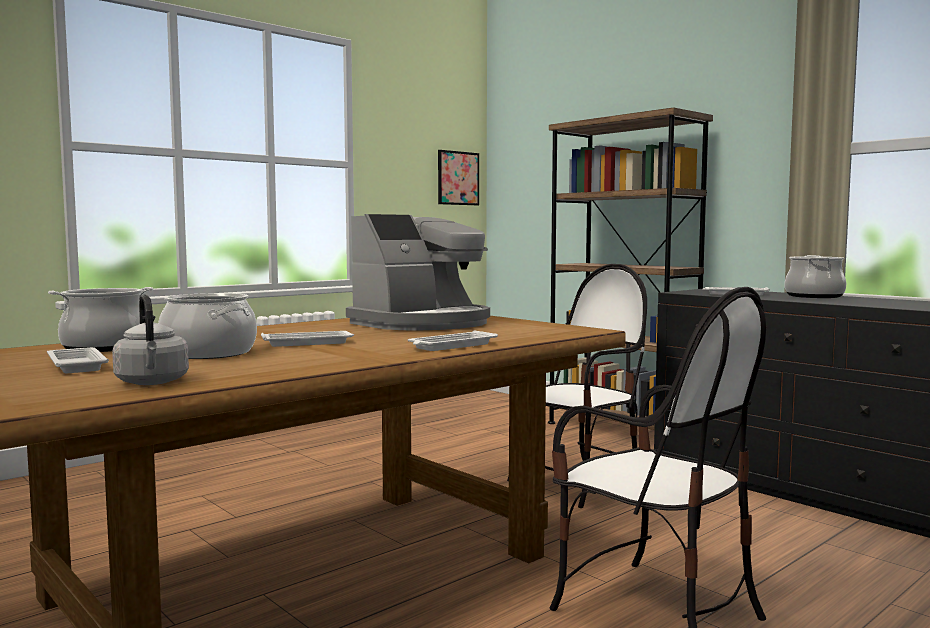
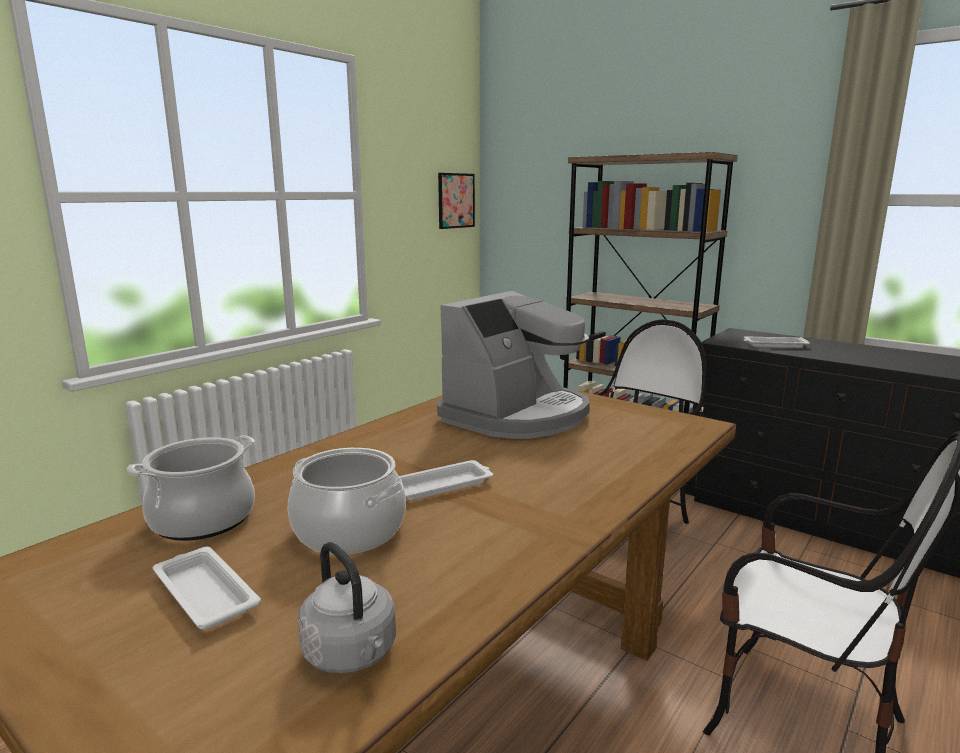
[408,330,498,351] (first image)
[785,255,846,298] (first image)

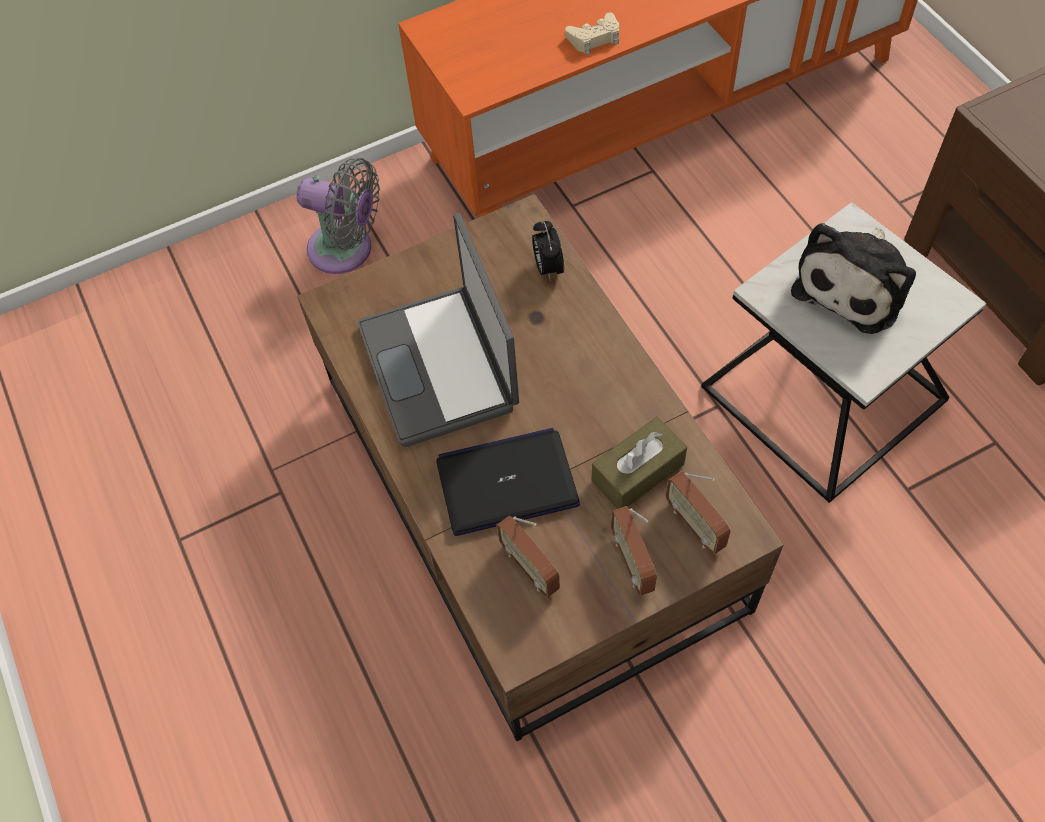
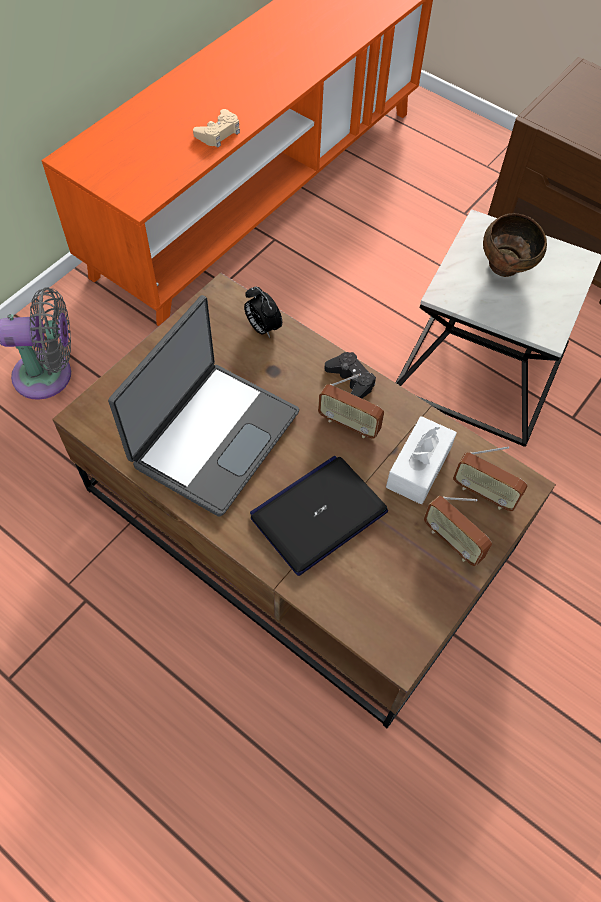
[324,352,376,398]
[318,374,384,439]
[483,213,547,277]
[386,416,457,504]
[108,295,299,517]

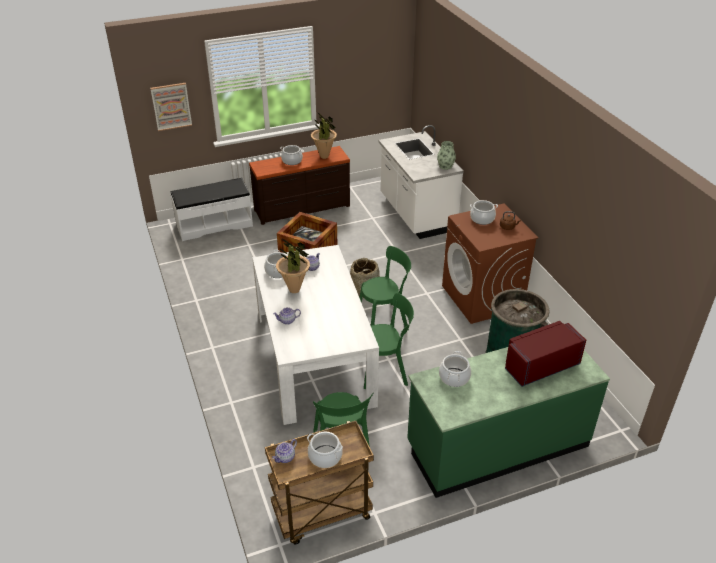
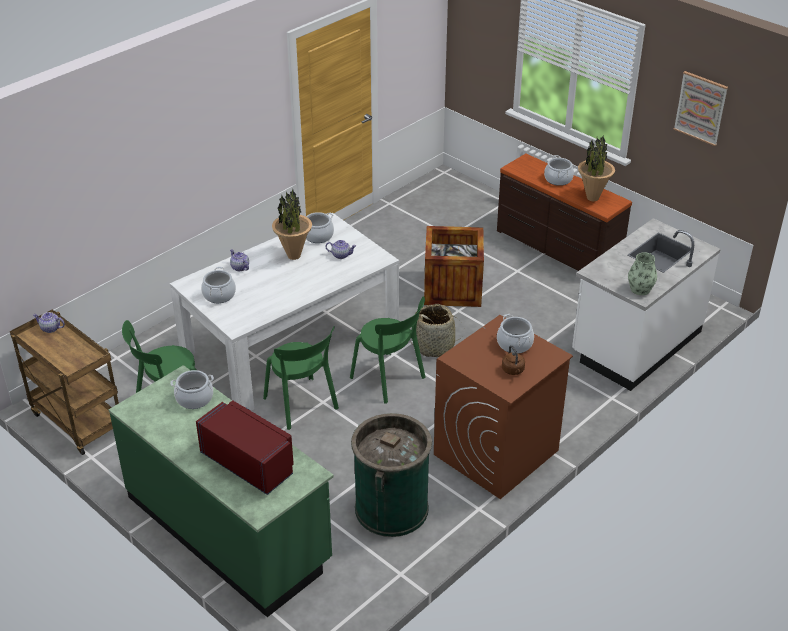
[171,178,253,241] (first image)
[673,71,728,146]
[201,267,236,303]

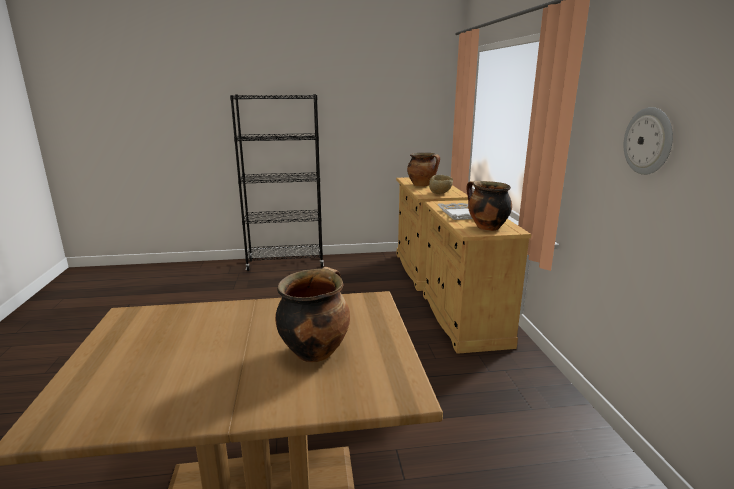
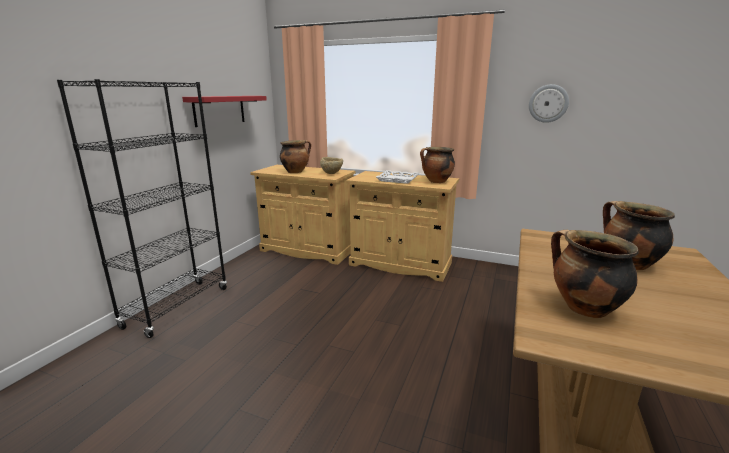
[182,96,267,127]
[551,230,639,318]

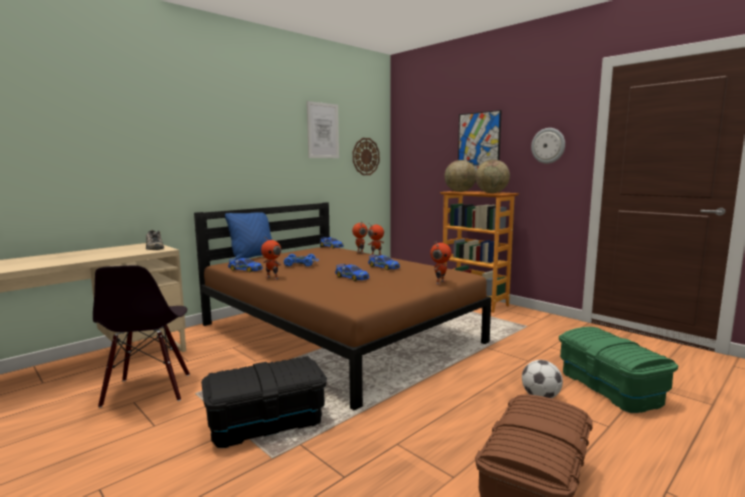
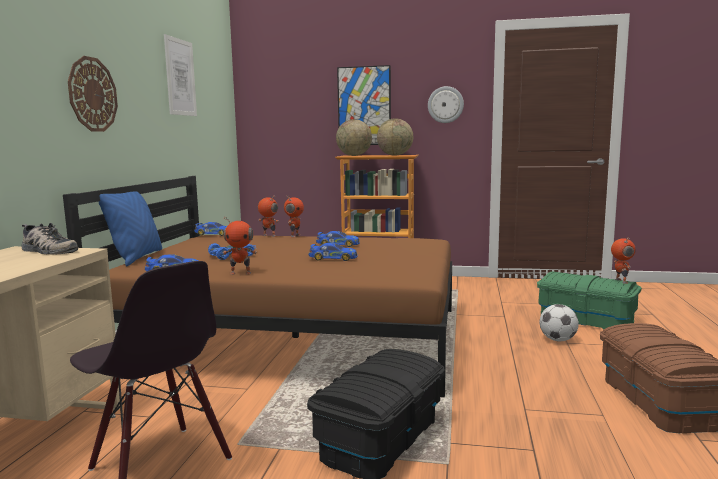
[68,56,118,132]
[611,237,636,284]

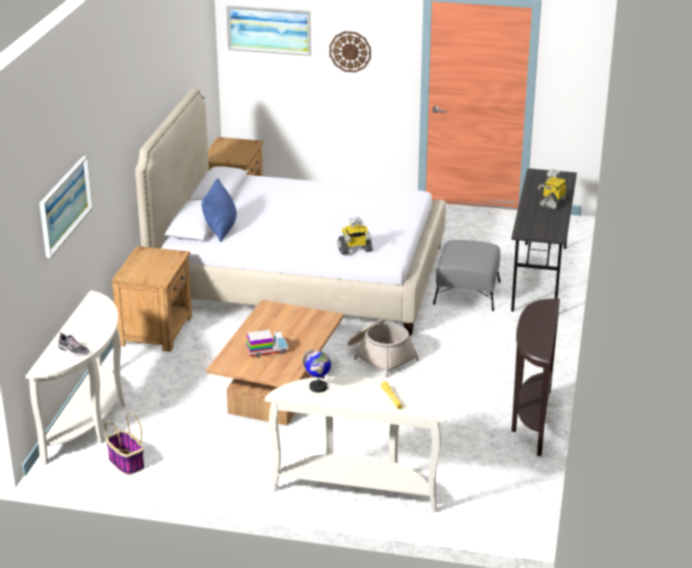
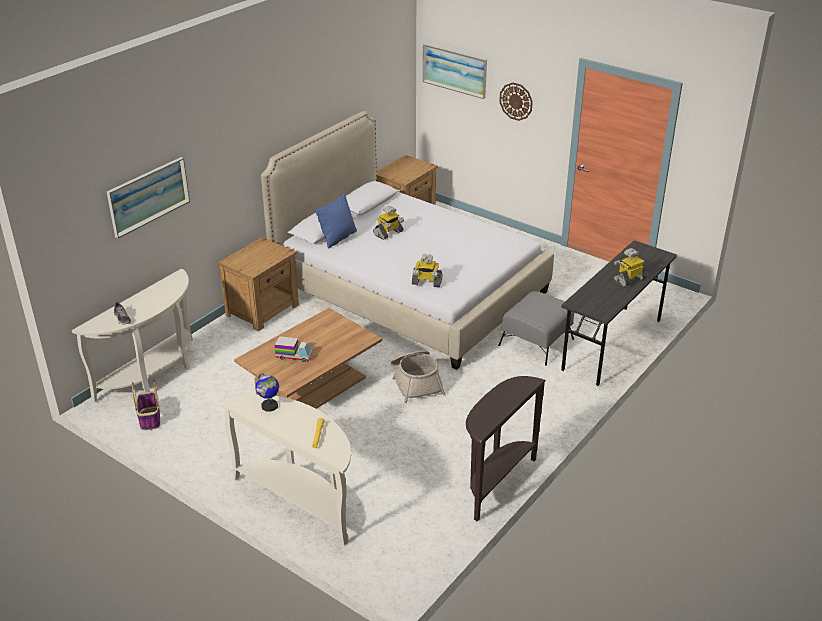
[373,206,404,240]

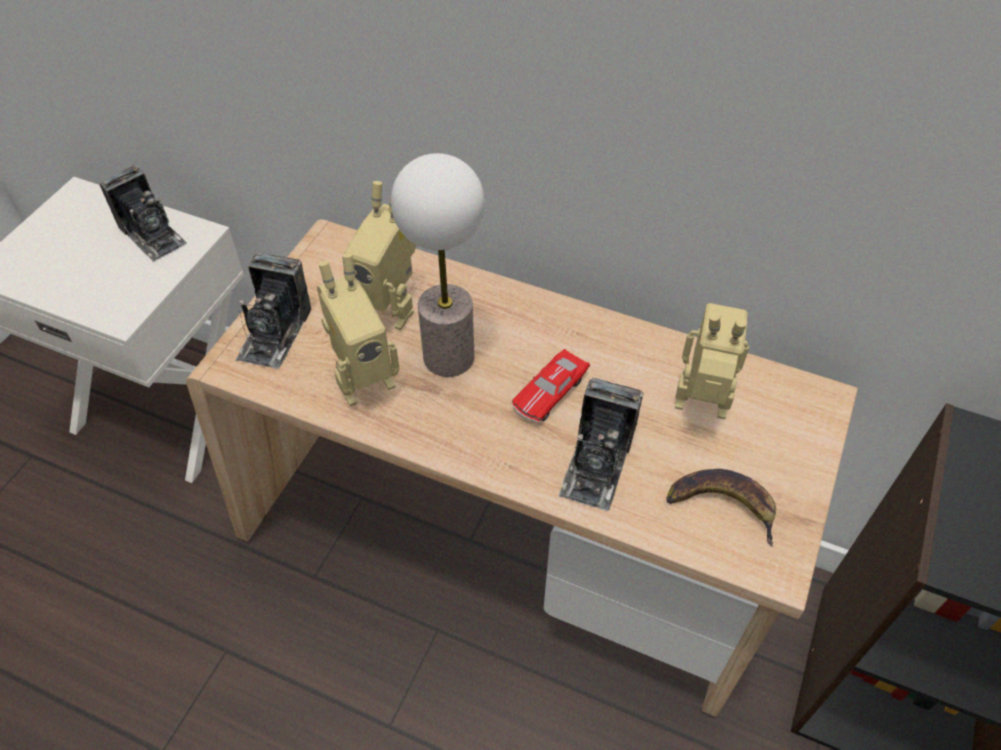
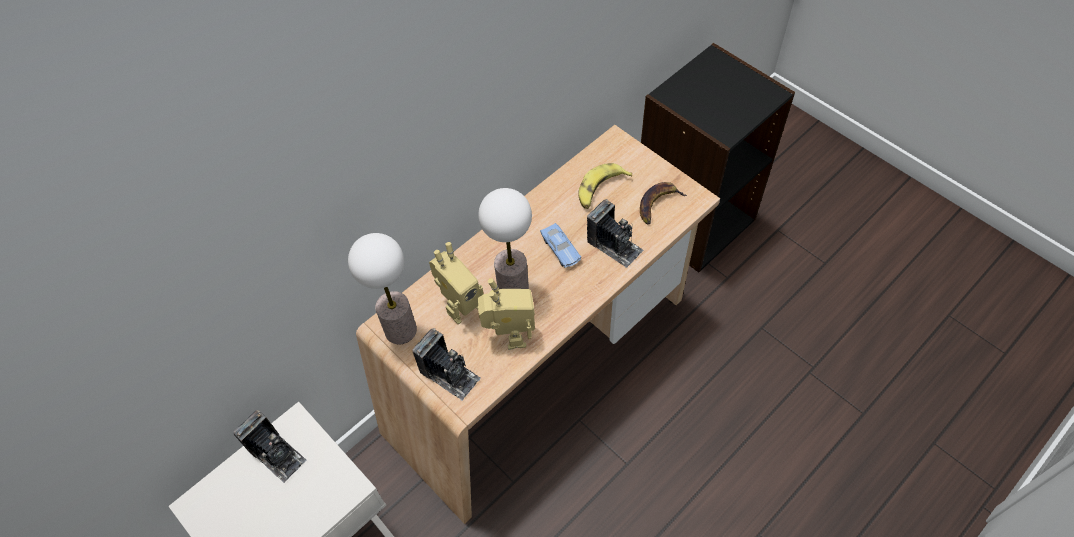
[348,233,417,344]
[578,163,632,209]
[540,223,581,268]
[234,410,306,483]

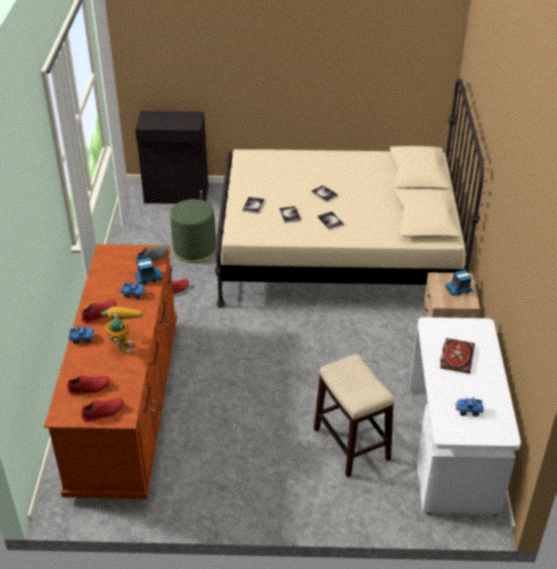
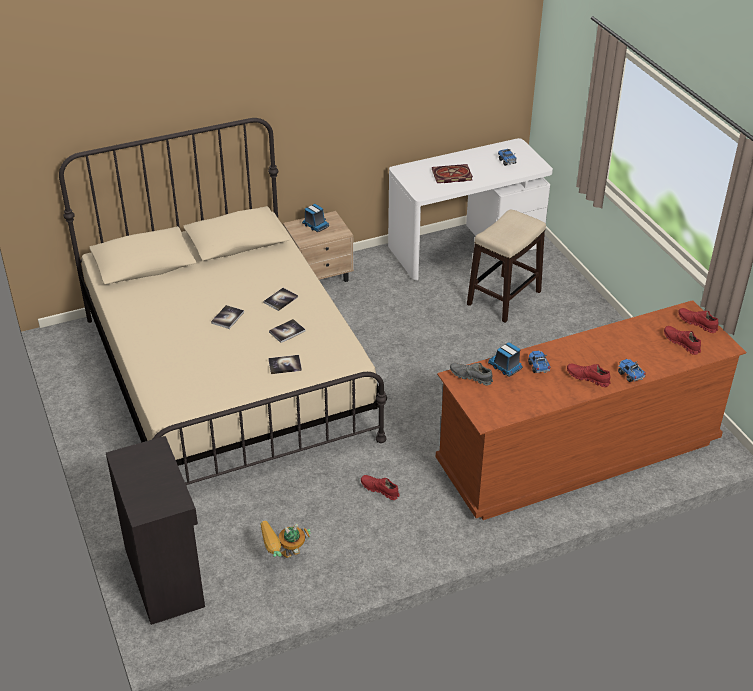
[170,199,216,263] (first image)
[260,521,311,558]

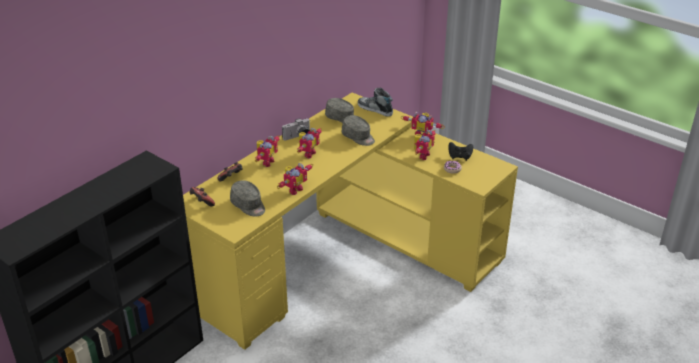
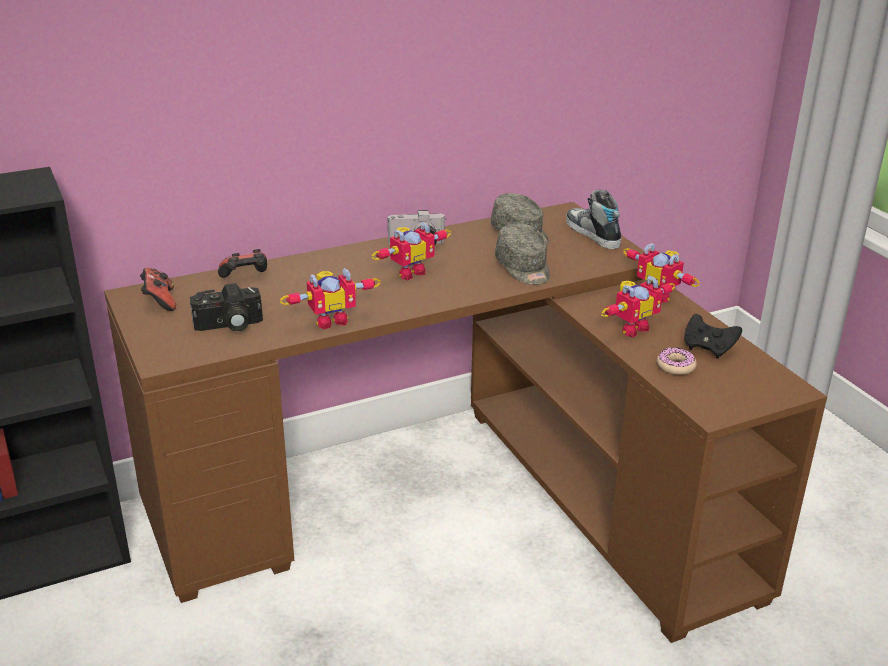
[255,135,280,167] (first image)
[190,283,263,331]
[104,202,827,643]

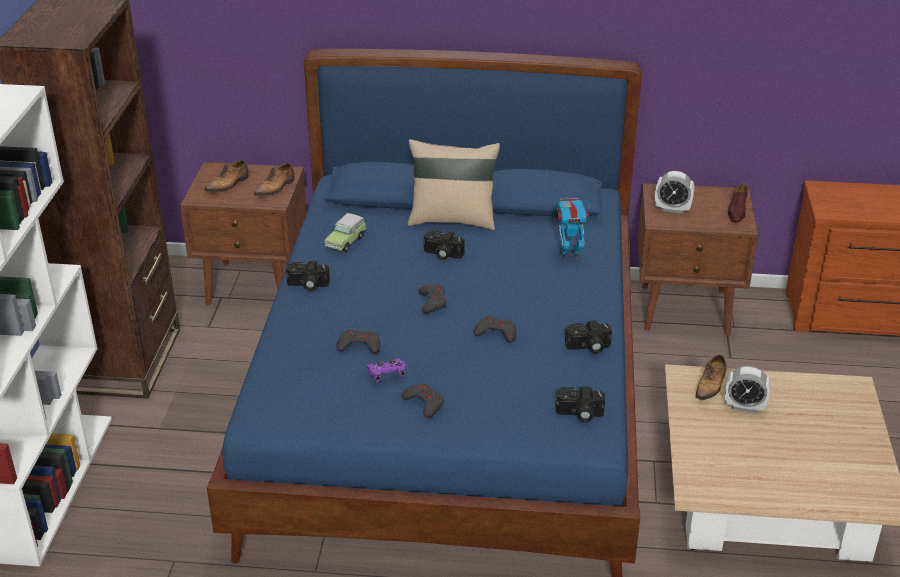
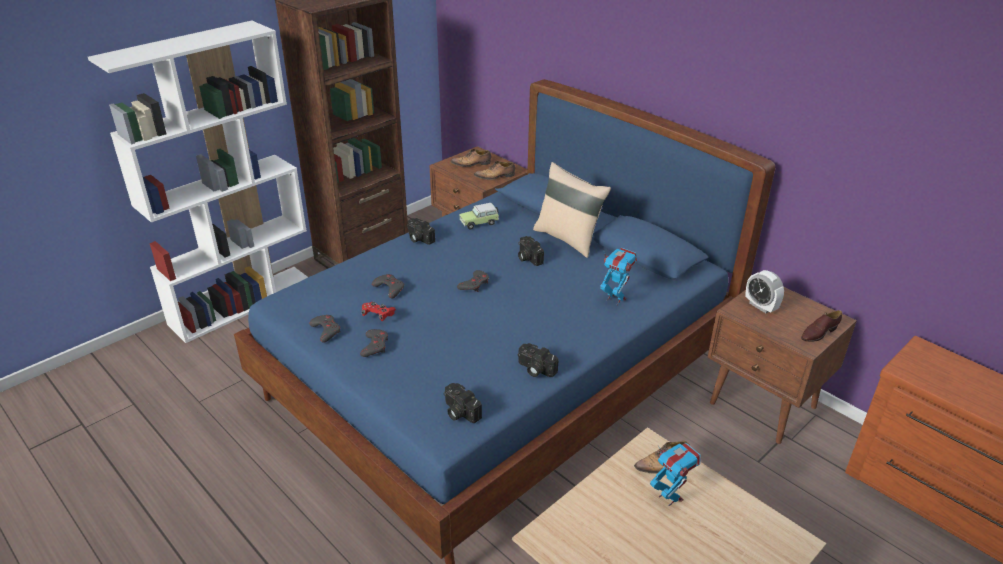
[309,315,340,343]
[650,443,700,506]
[362,302,396,321]

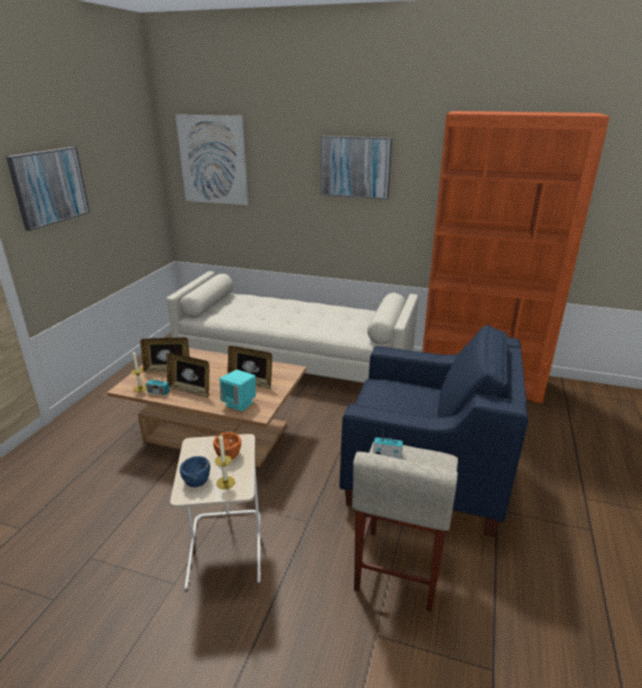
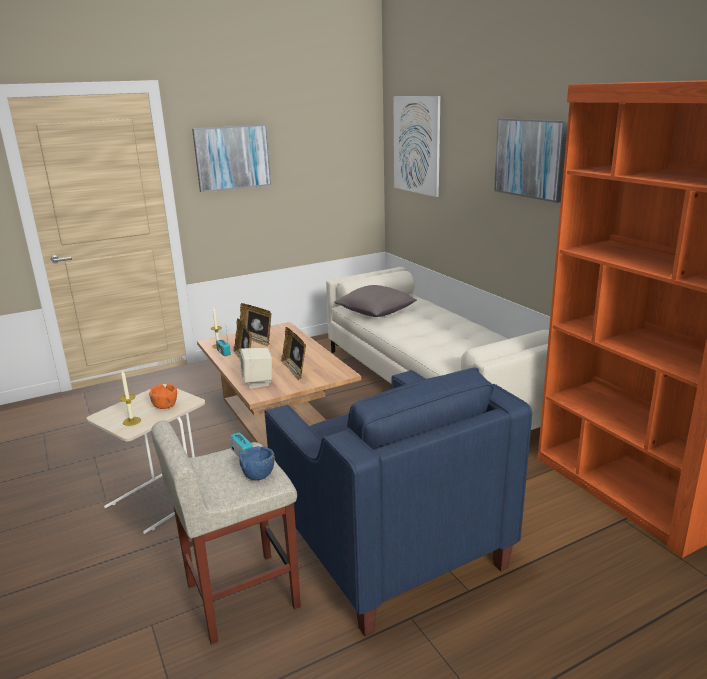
[334,285,417,317]
[239,446,275,480]
[240,348,272,389]

